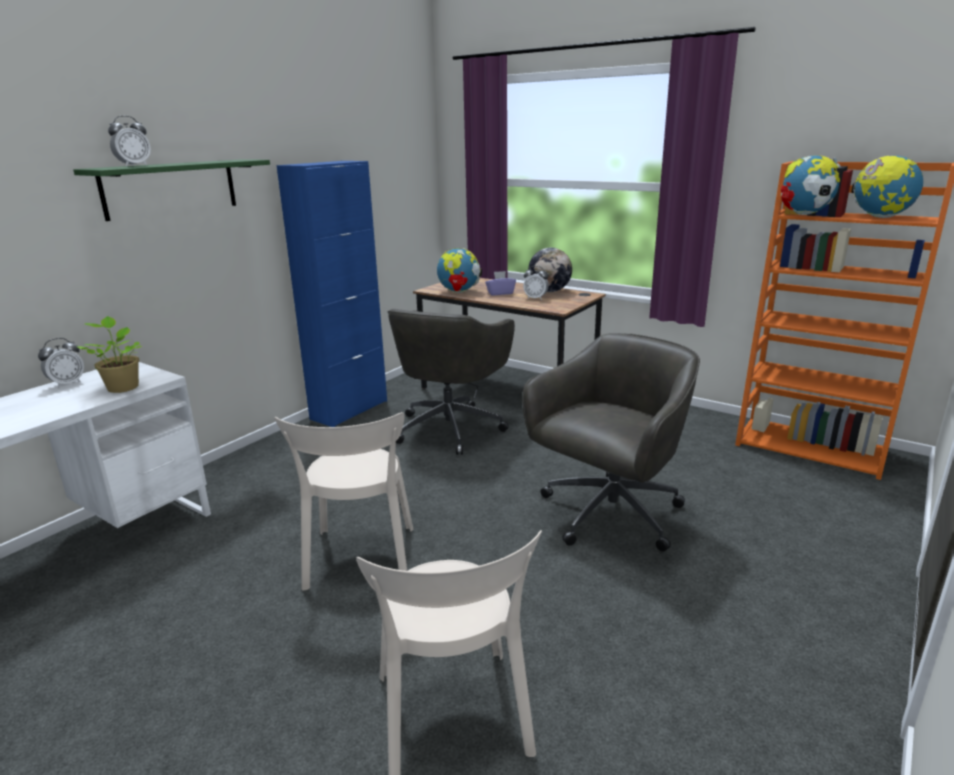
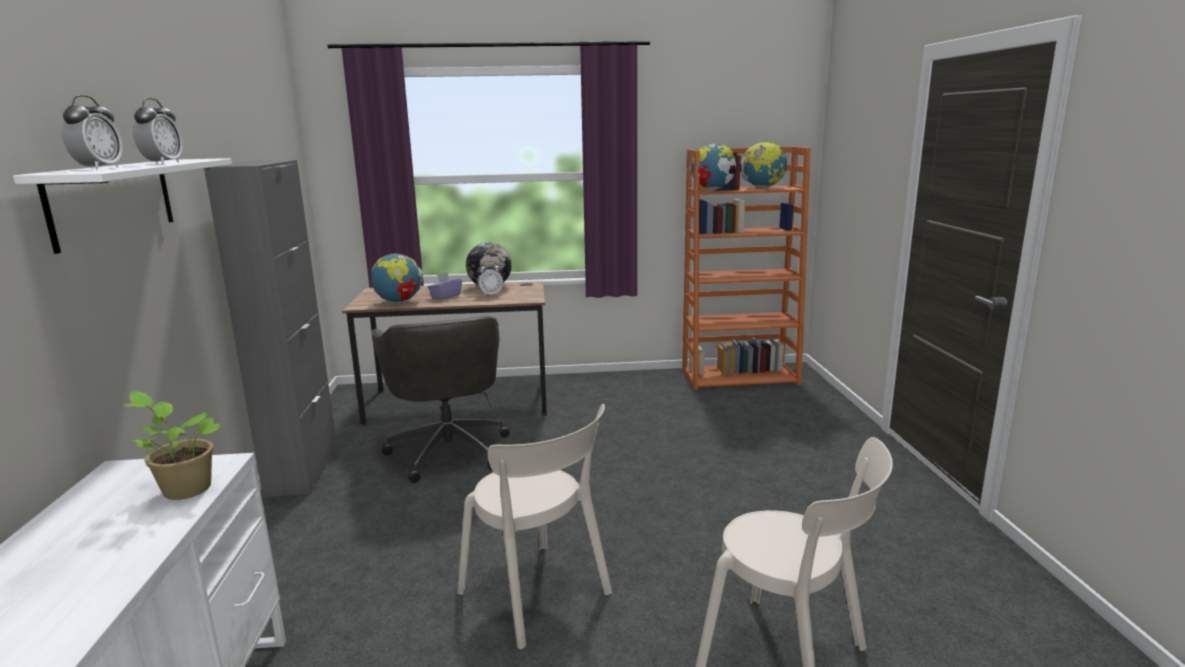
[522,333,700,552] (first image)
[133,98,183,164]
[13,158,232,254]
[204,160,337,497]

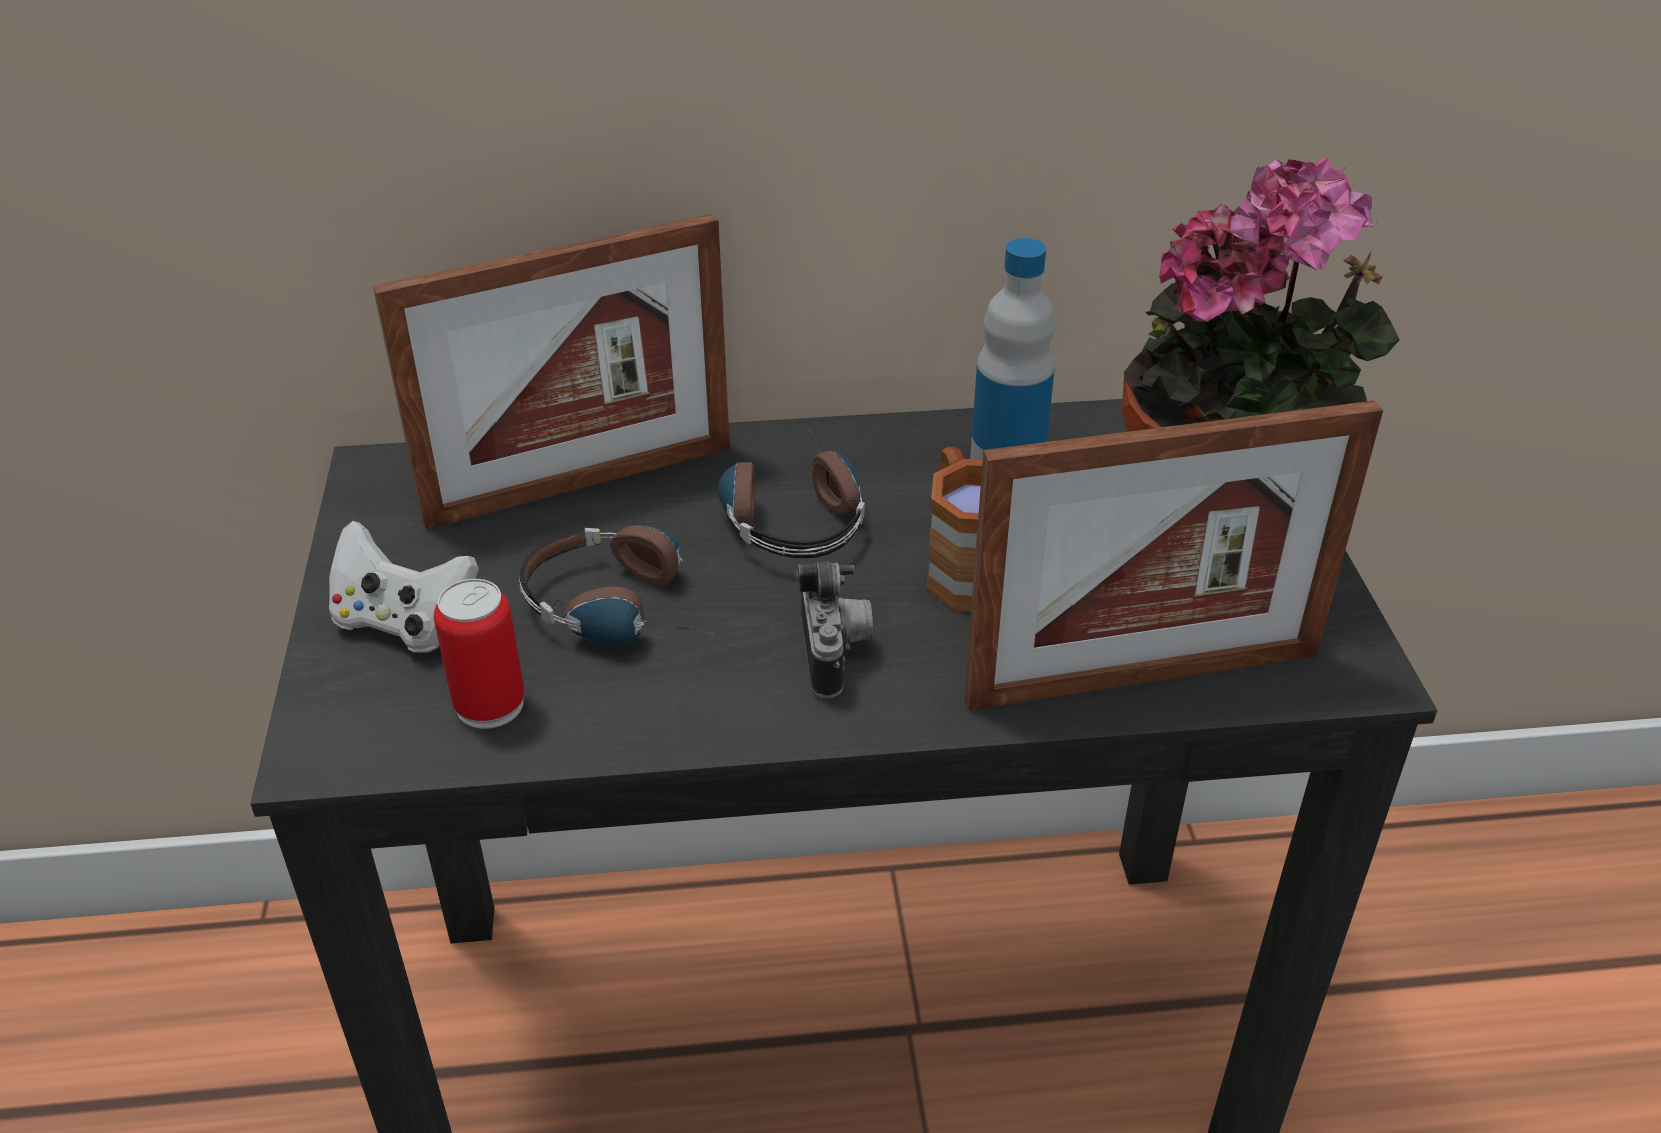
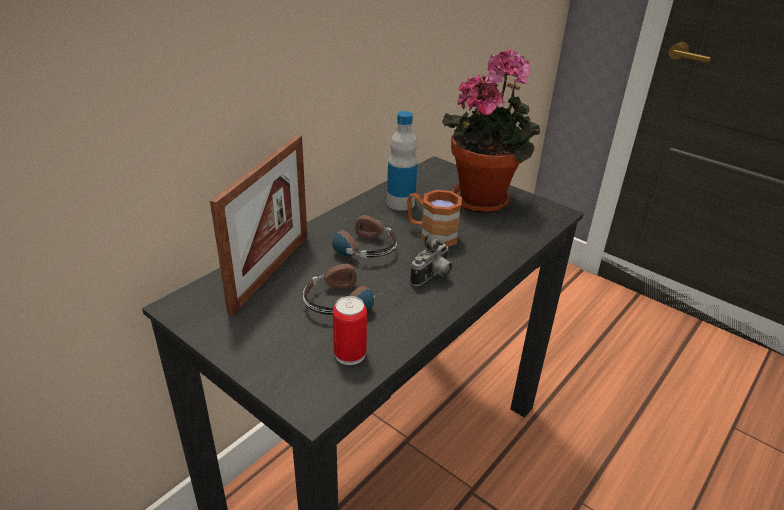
[329,521,479,653] (first image)
[964,400,1383,710] (first image)
[410,233,452,286]

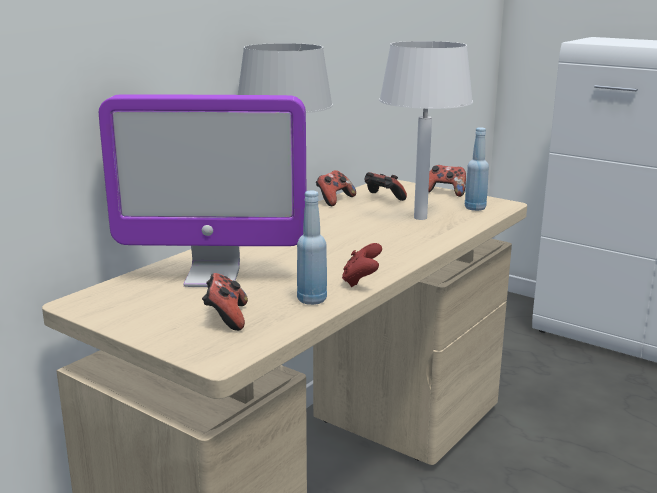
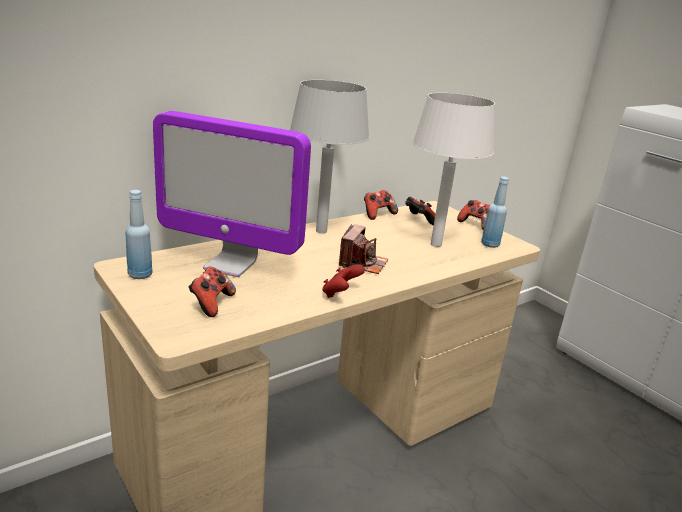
[339,224,388,274]
[125,190,152,279]

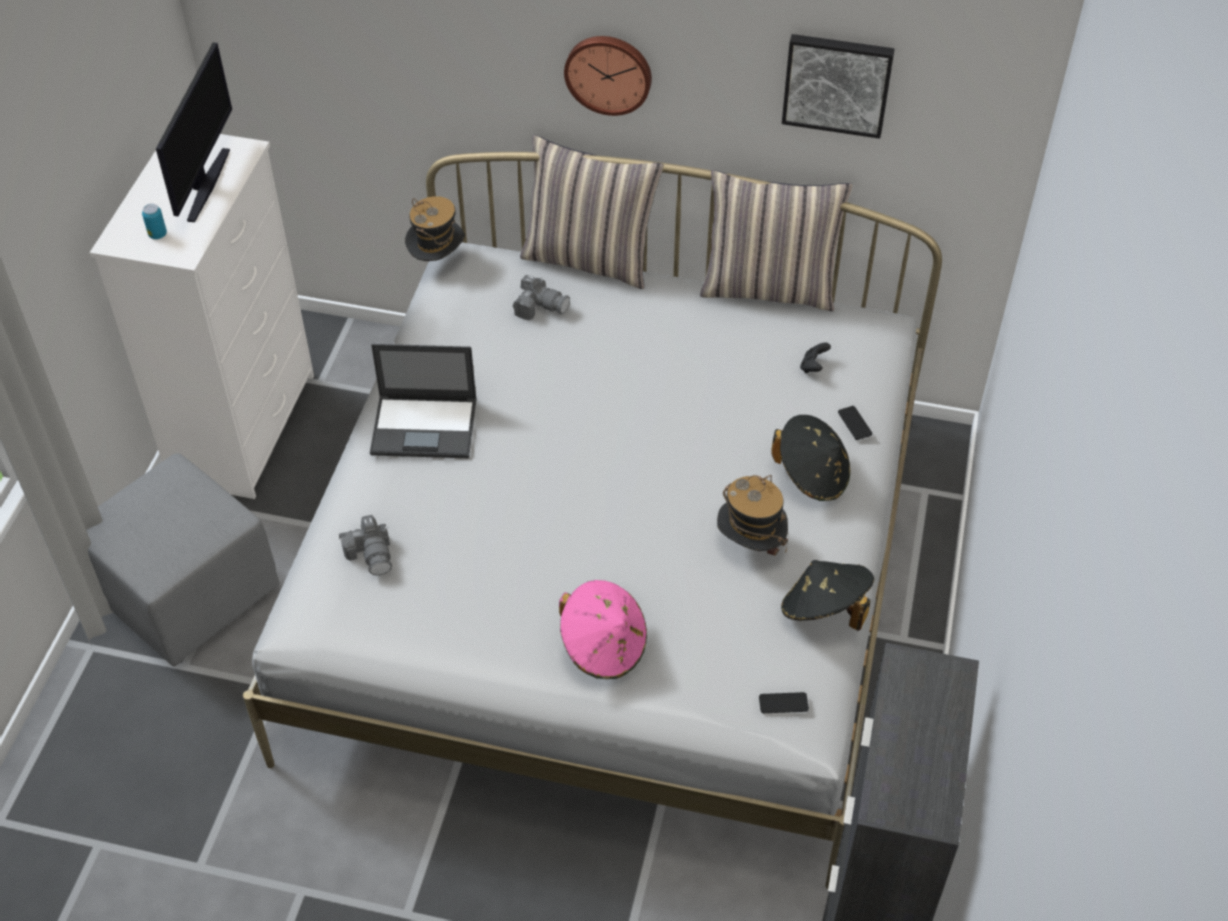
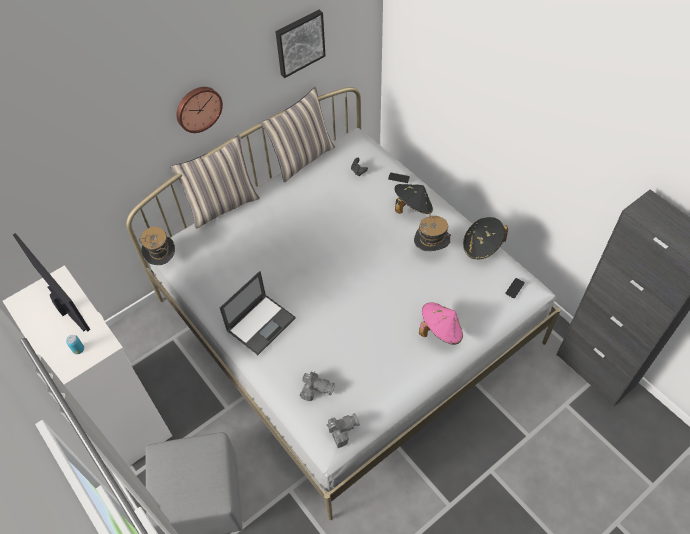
[326,413,360,448]

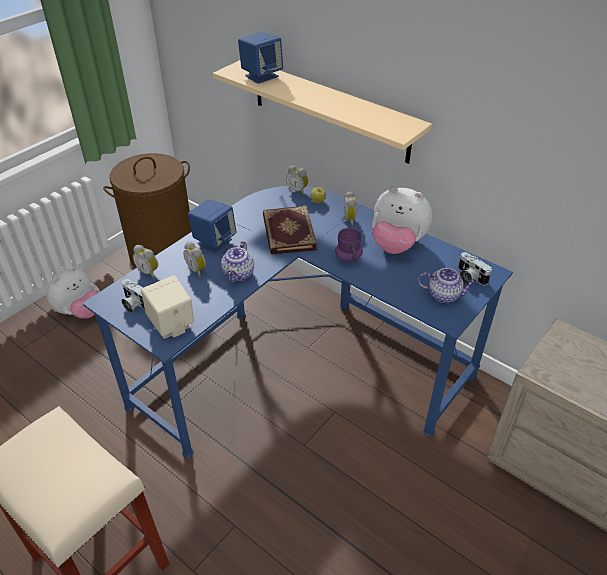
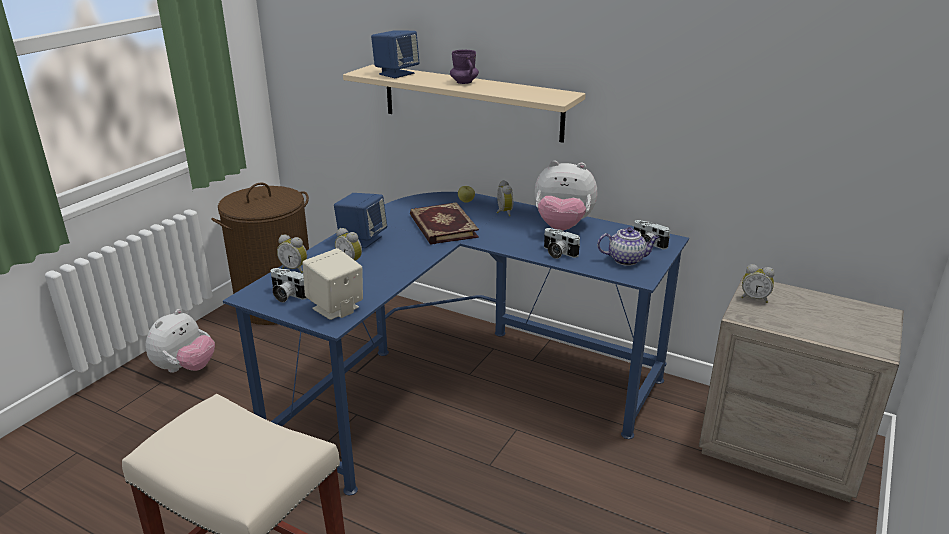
[221,241,254,282] (first image)
[544,228,580,259]
[741,264,775,303]
[450,50,479,84]

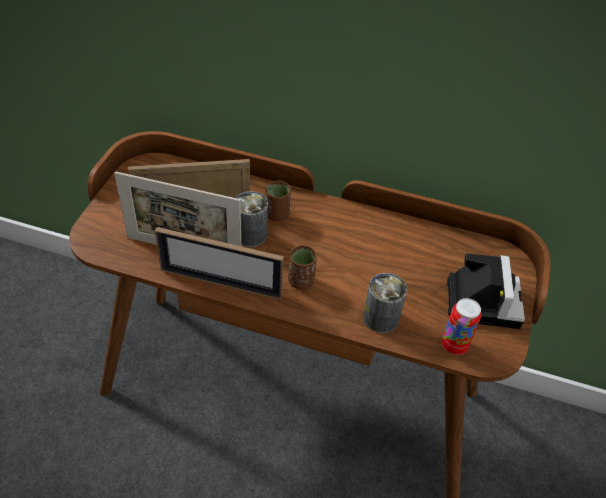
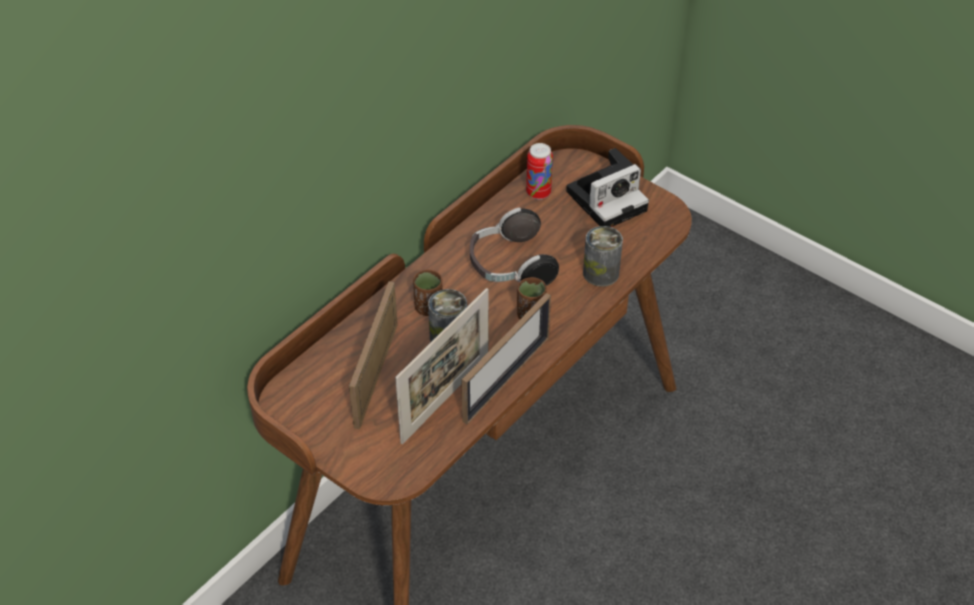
[470,208,559,286]
[526,143,553,200]
[566,148,649,227]

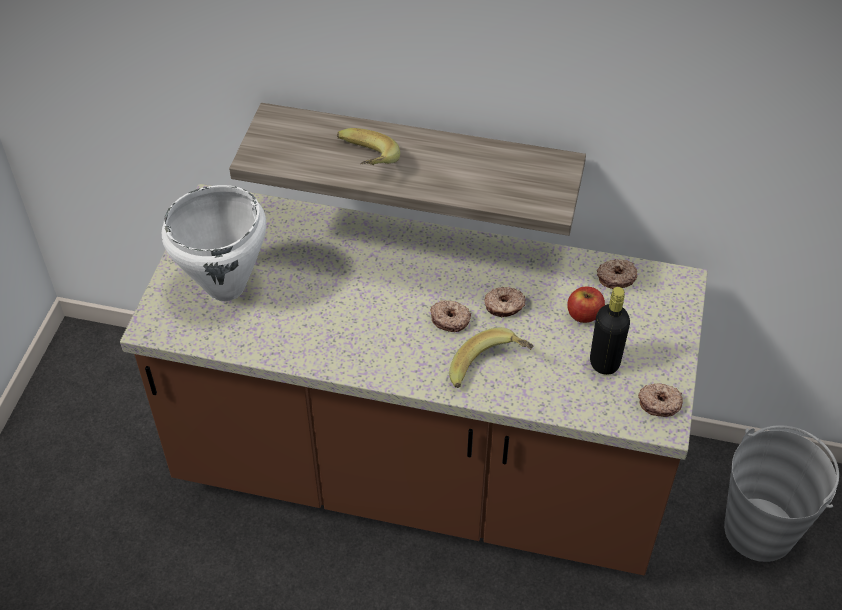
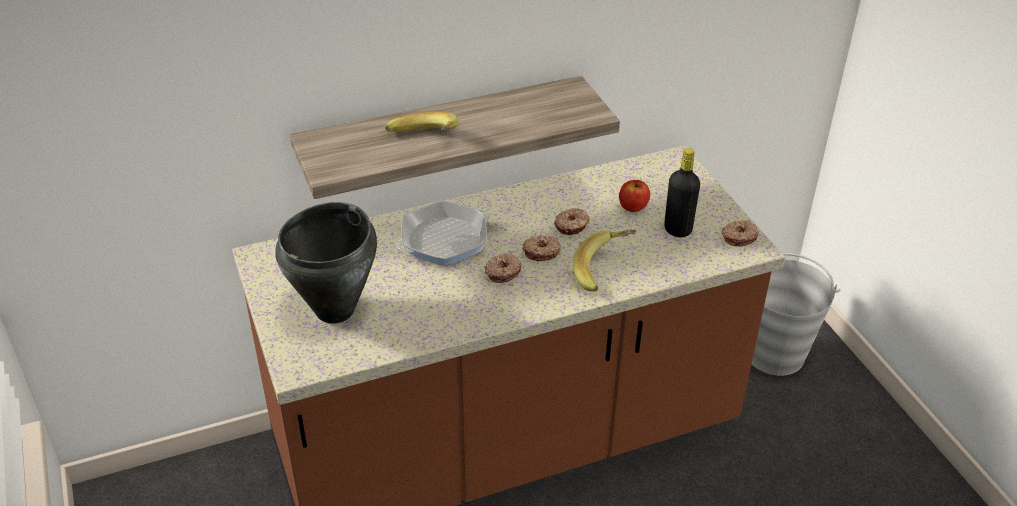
[396,200,490,266]
[485,253,522,283]
[275,202,377,324]

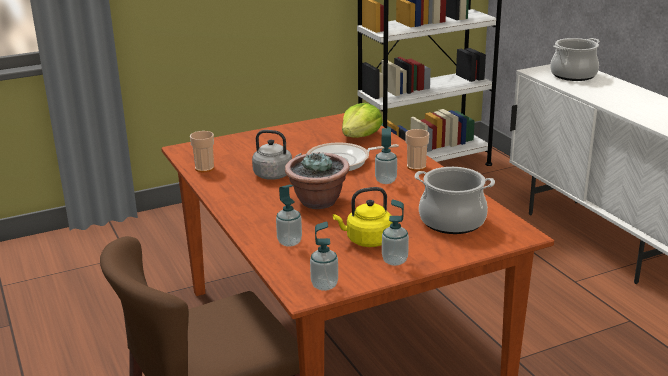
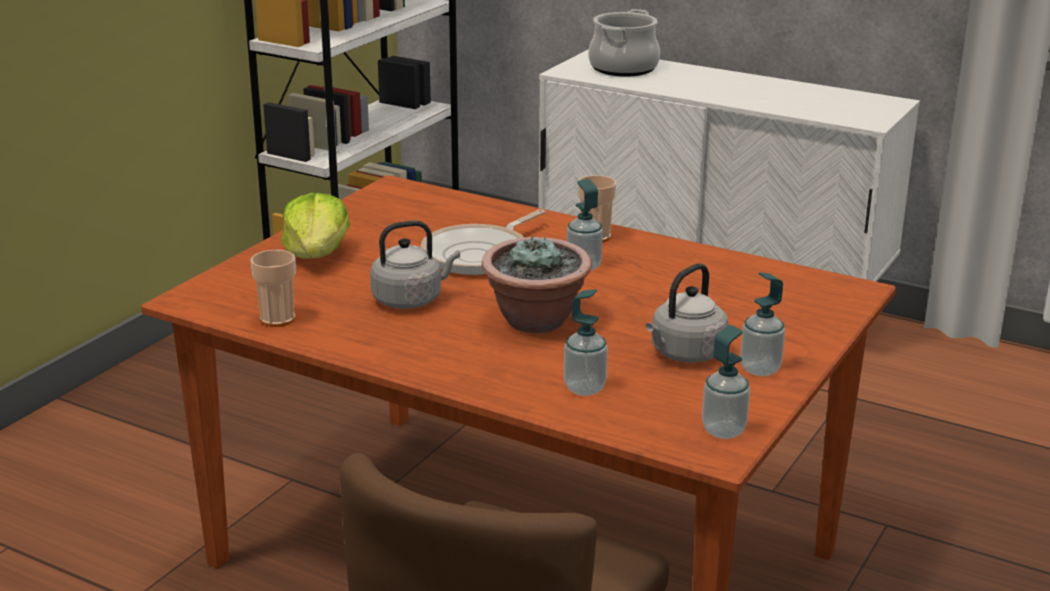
[415,167,495,234] (first image)
[282,193,350,259]
[646,263,729,363]

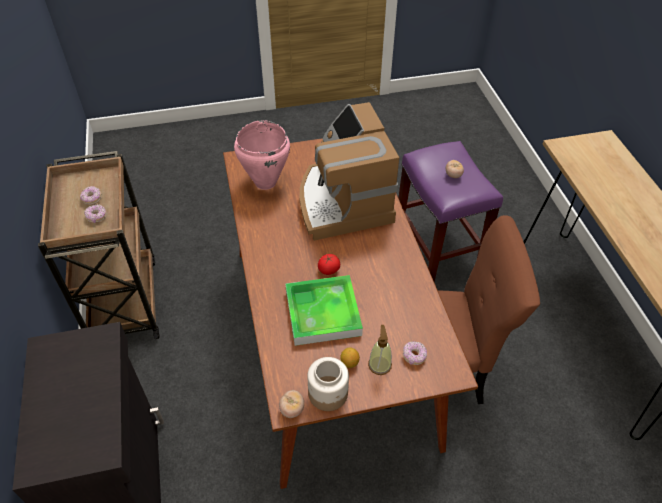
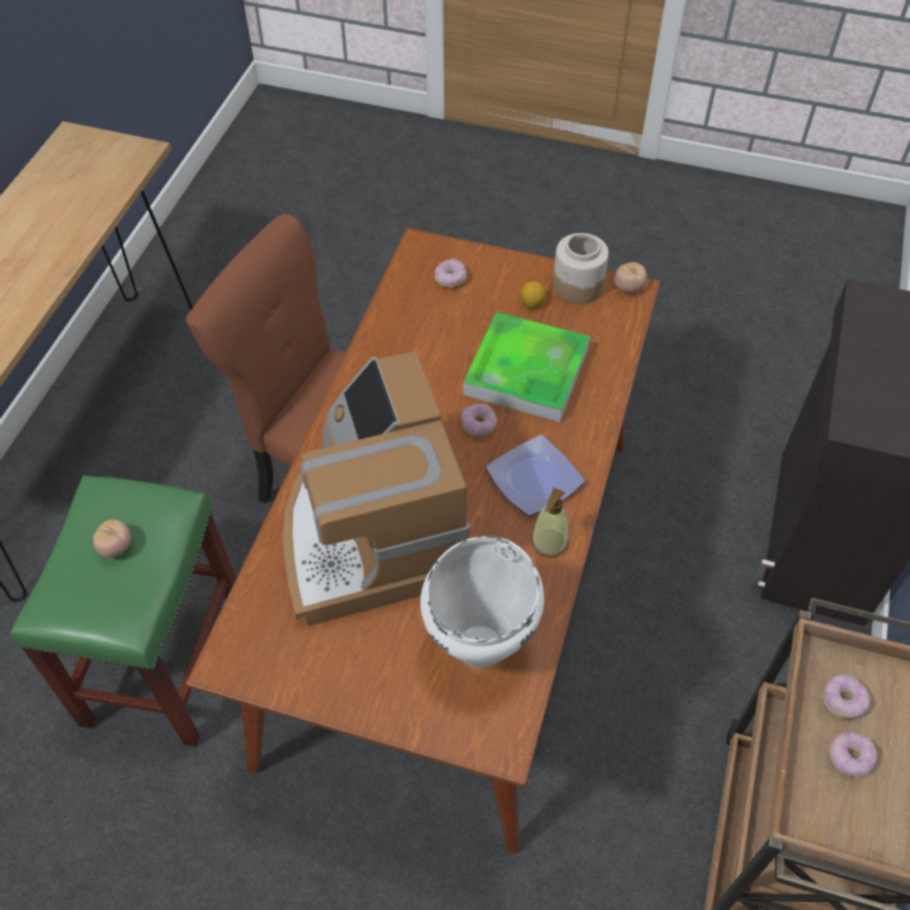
[486,435,585,516]
[531,488,569,558]
[461,403,497,438]
[420,536,544,668]
[10,475,236,747]
[283,351,469,626]

